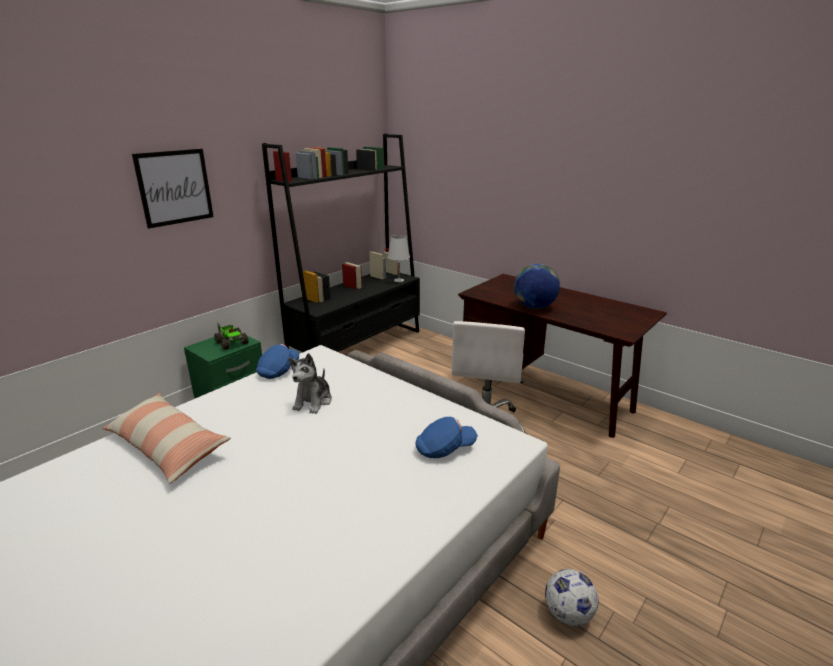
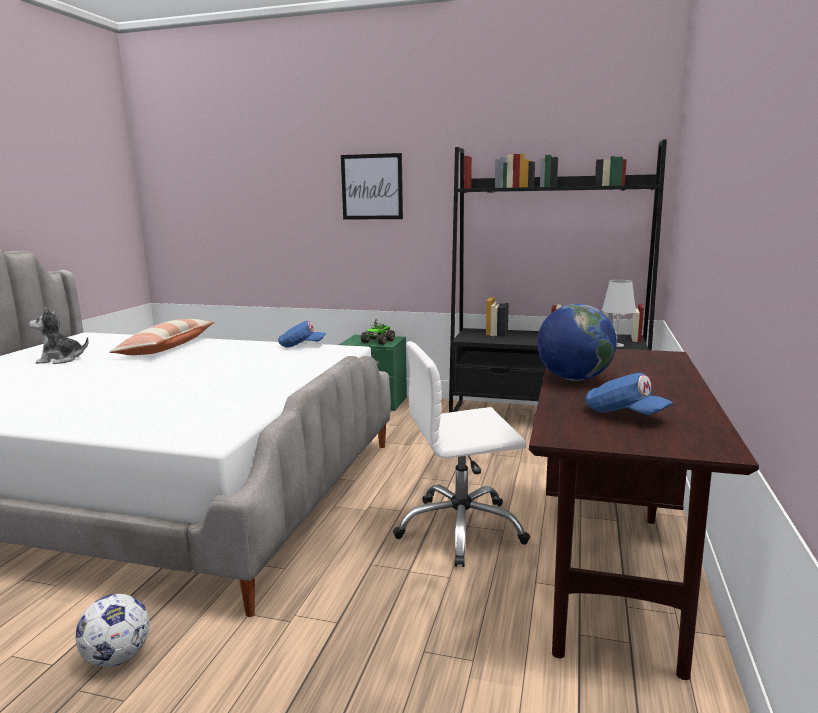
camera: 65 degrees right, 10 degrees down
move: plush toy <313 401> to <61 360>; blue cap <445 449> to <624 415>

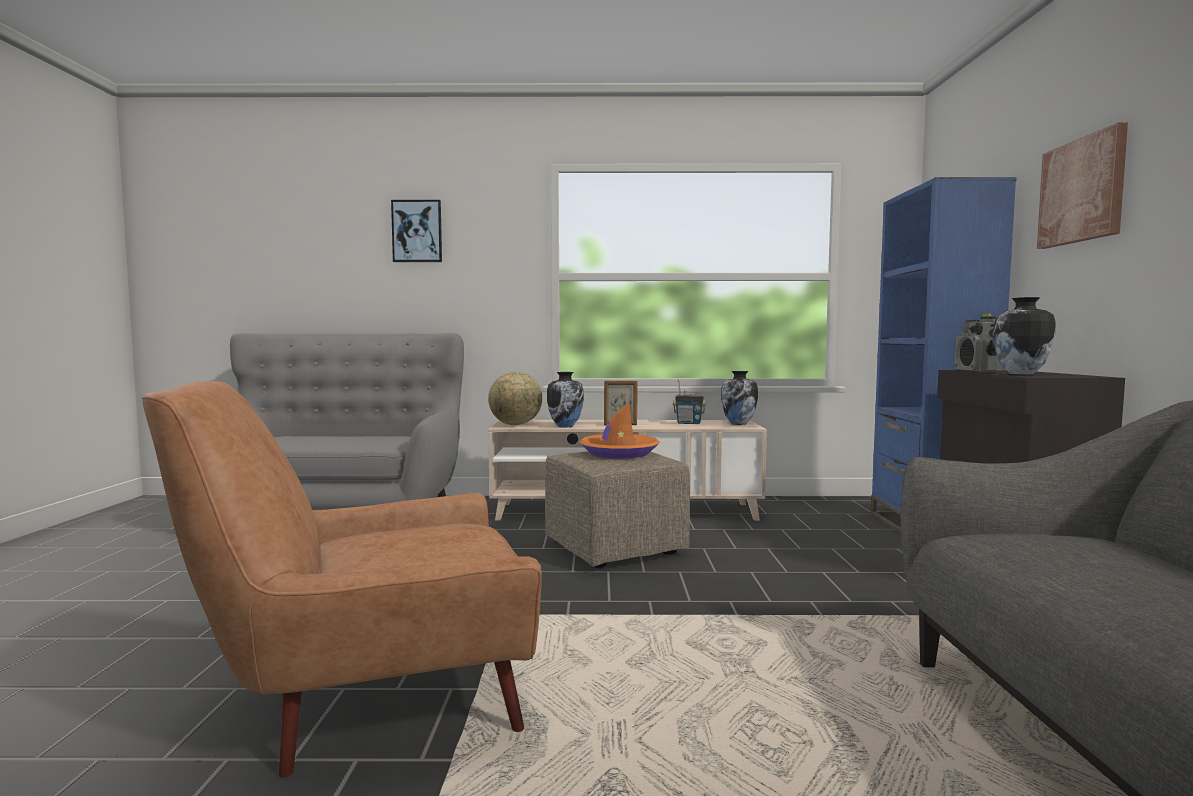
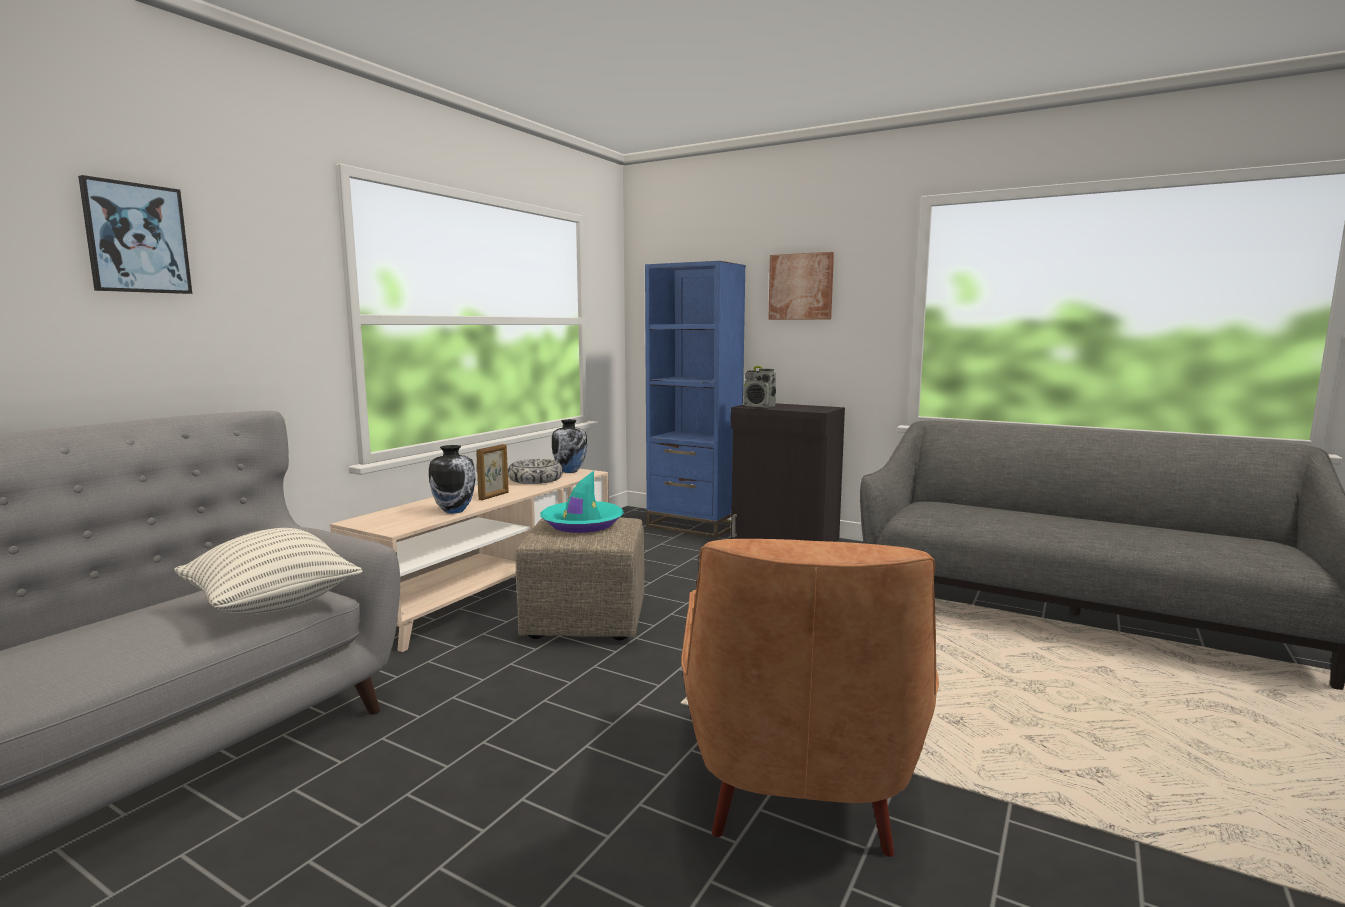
camera: 60 degrees left, 5 degrees up
delete: vase <1020 374>; globe <516 425>
insert: pillow <272 606>
replace: radio <688 423> to bowl <535 480>
recolor: orange hat <619 453> to turquoise hat <582 524>

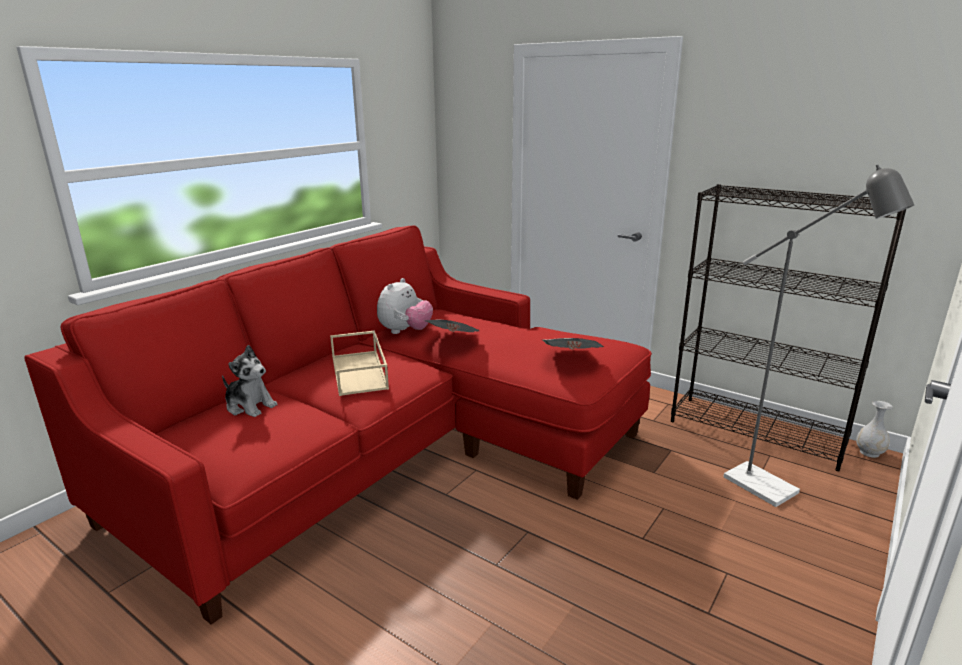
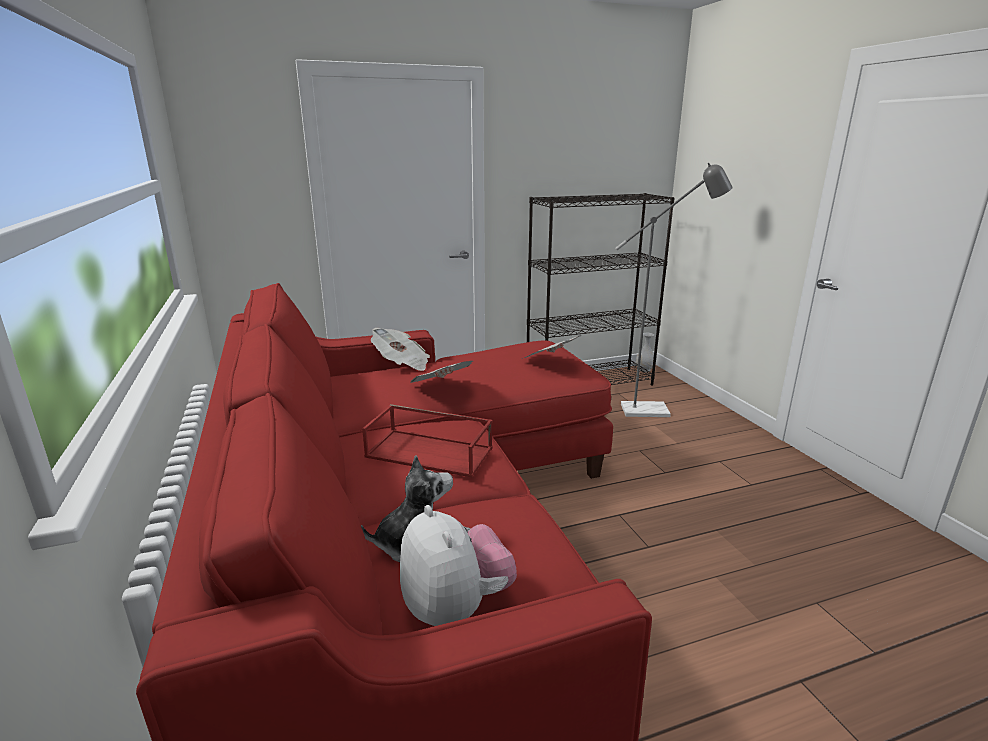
camera: 55 degrees left, 0 degrees up
insert: newspaper <402 364>
move: plush toy <405 332> to <456 607>
recolor: beige tray <360 373> to red tray <431 452>

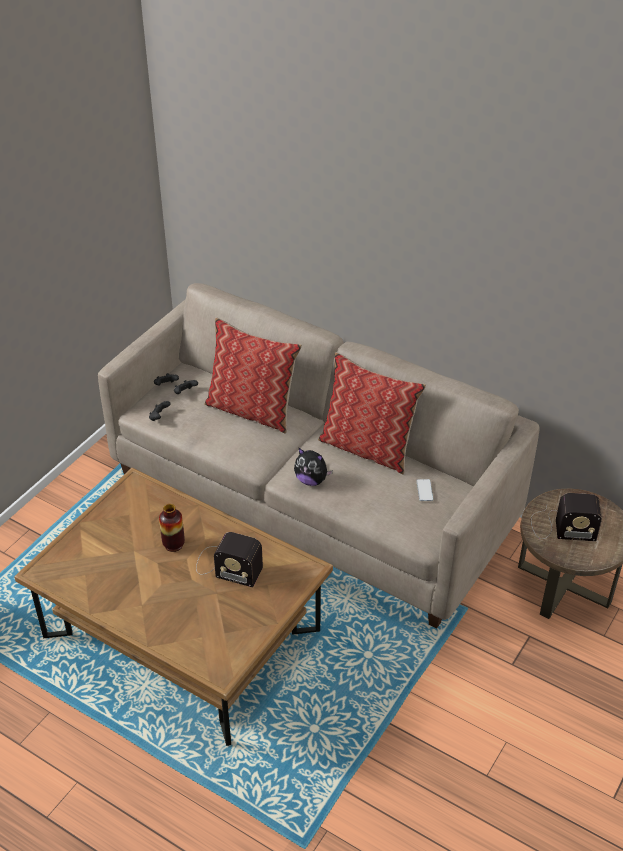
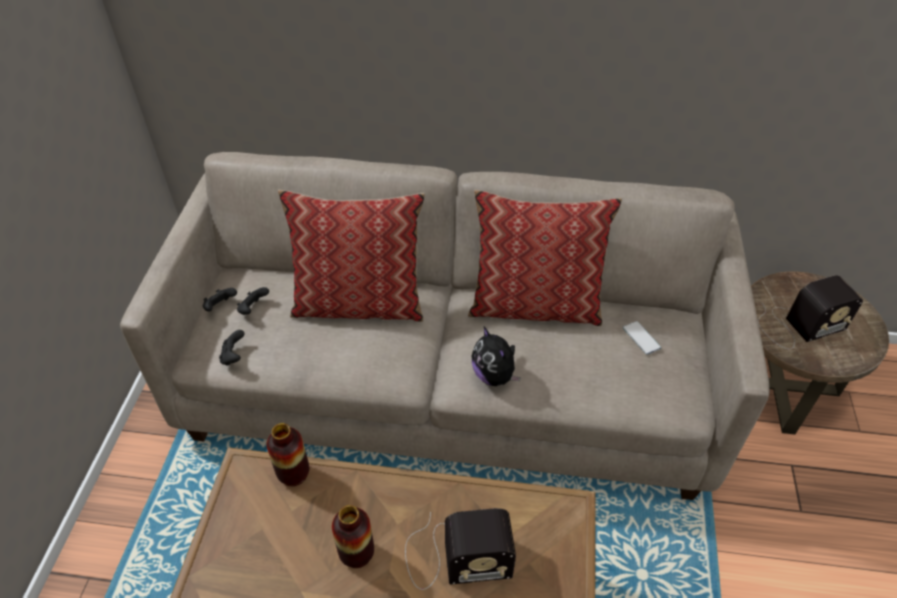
camera: 25 degrees left, 5 degrees up
insert: vase <294 474>
rotate: plush toy <311 480> = <494 375> 60 degrees clockwise

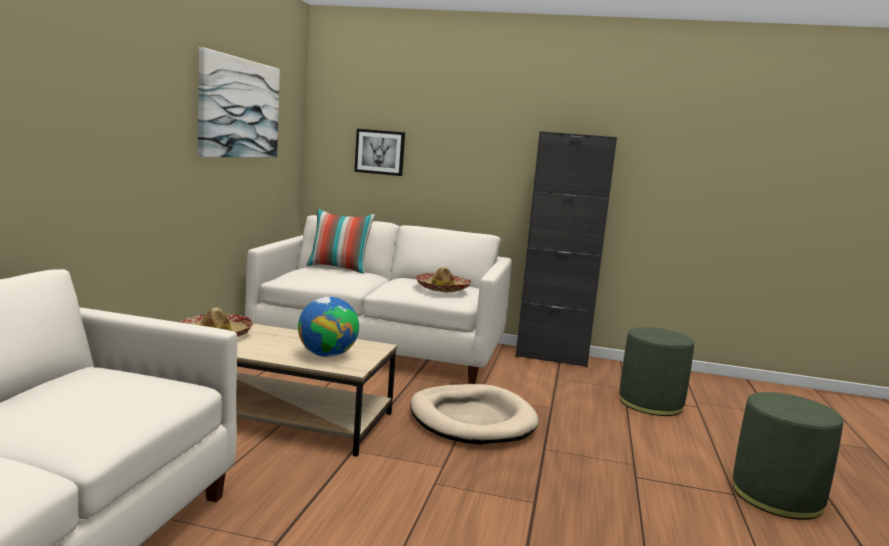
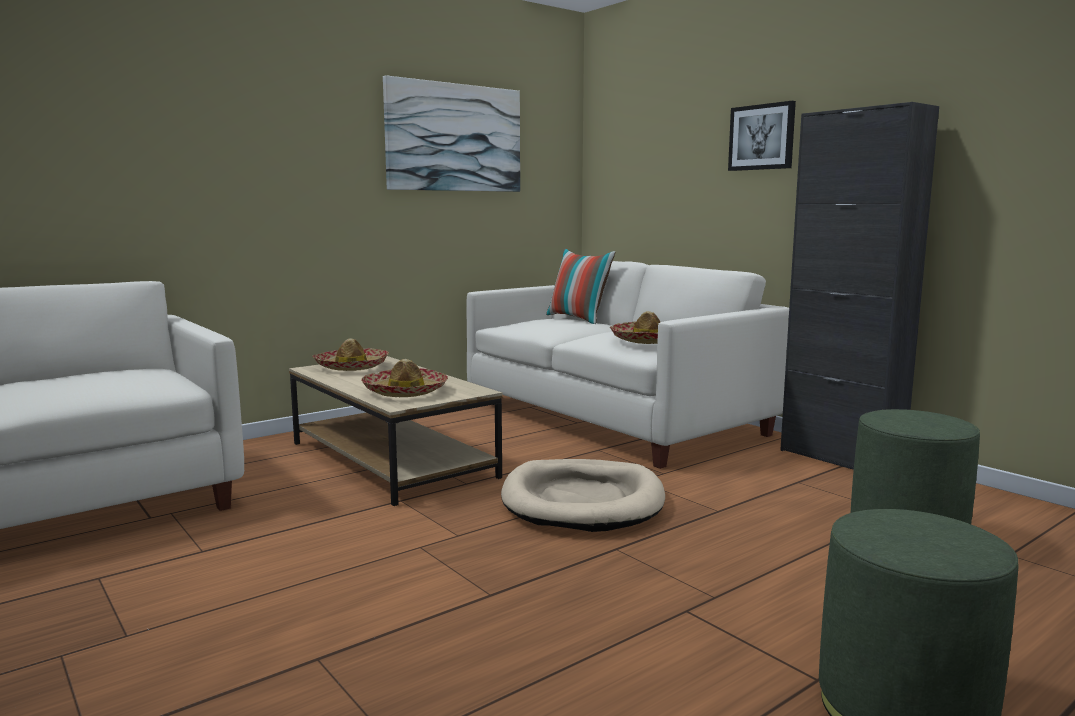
camera: 40 degrees right, 0 degrees up
move: picture <380 152> to <762 137>
replace: globe <327 355> to hat <405 392>

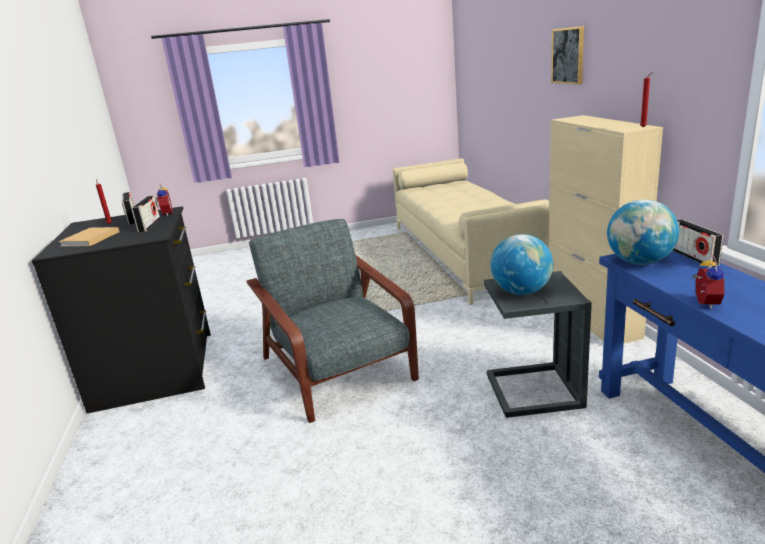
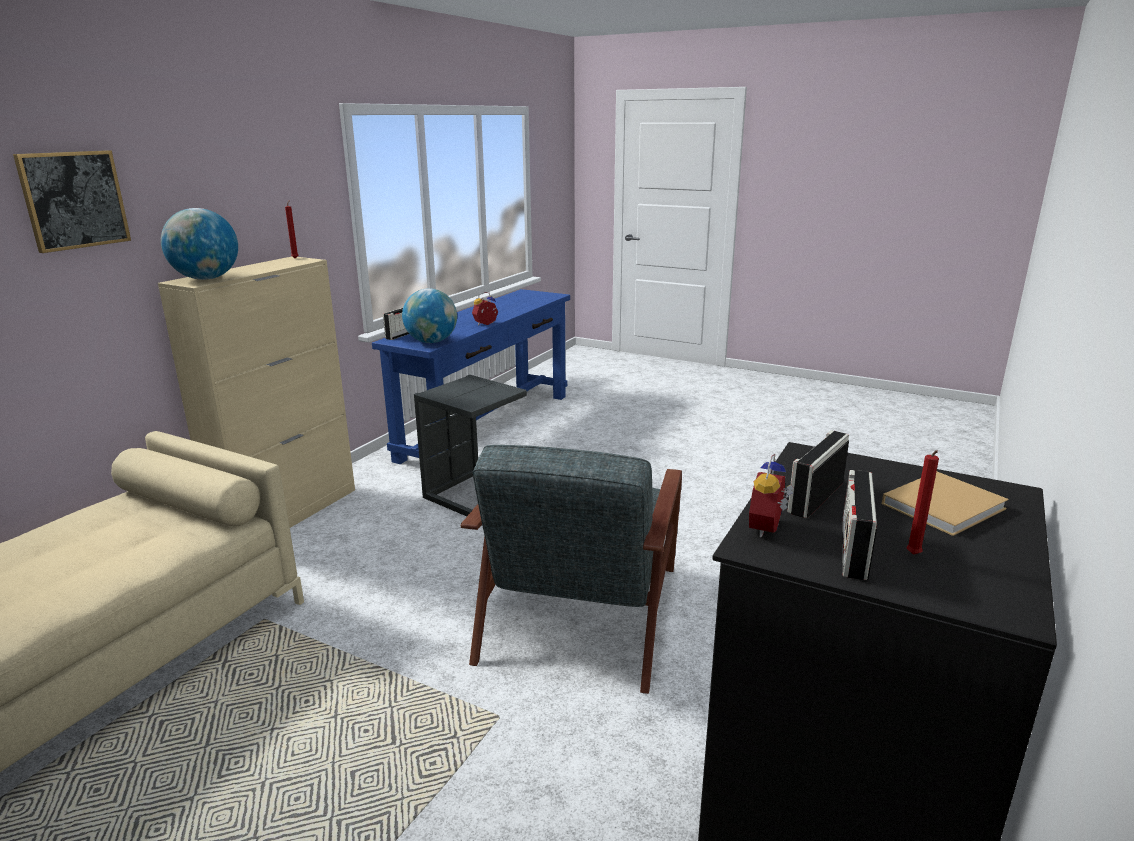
camera: 140 degrees left, 0 degrees up
move: globe <521 292> to <206 279>

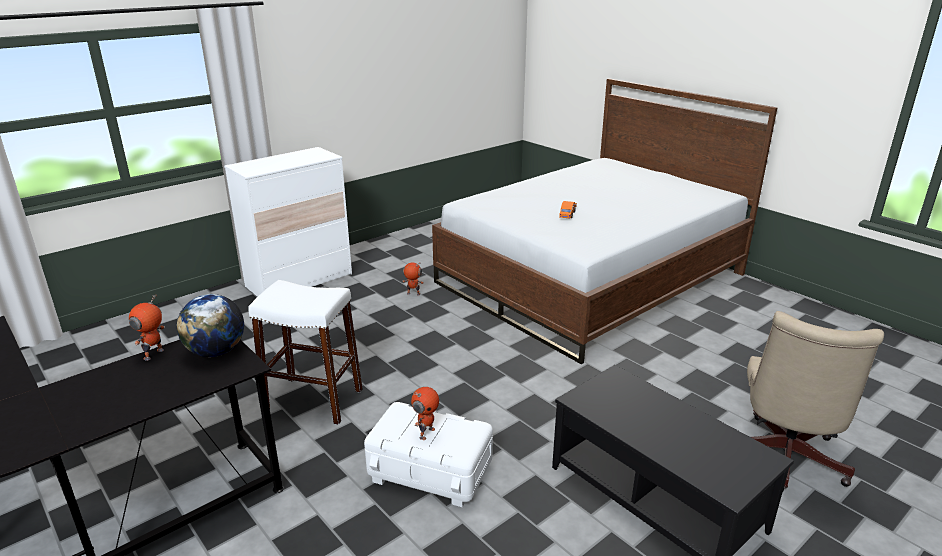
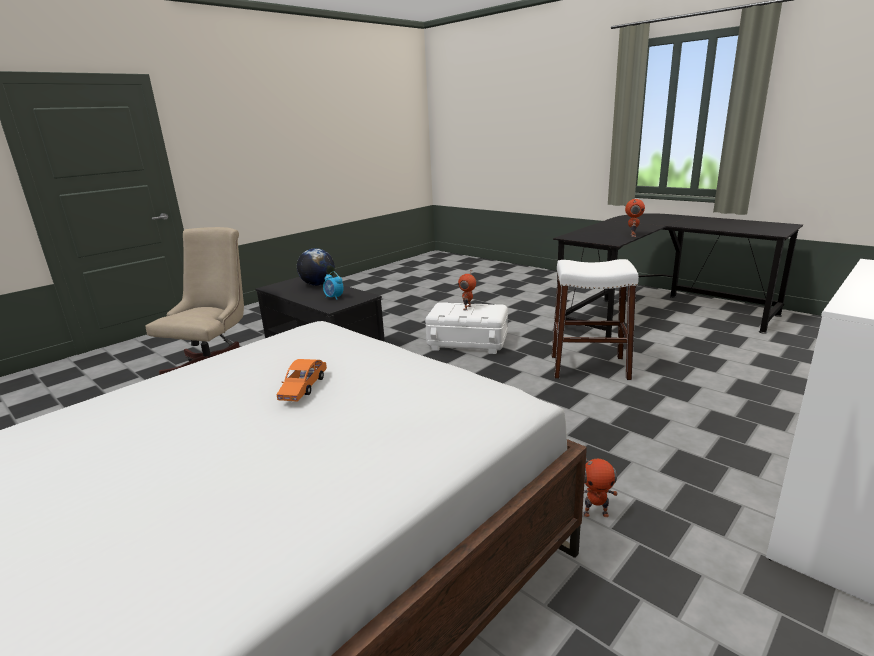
camera: 175 degrees right, 5 degrees down
insert: alarm clock <334 298>
move: globe <216 352> to <318 284>

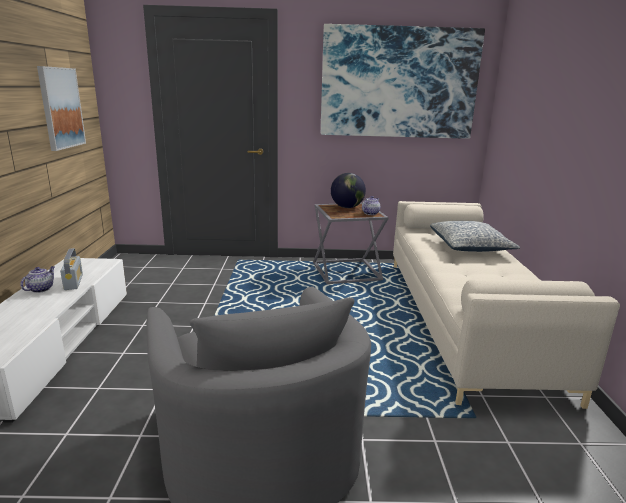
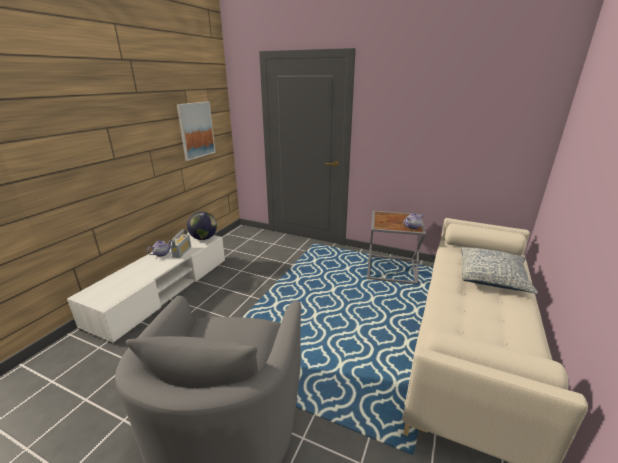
camera: 25 degrees right, 5 degrees up
delete: picture <398 83>
move: globe <347 207> to <204 238>

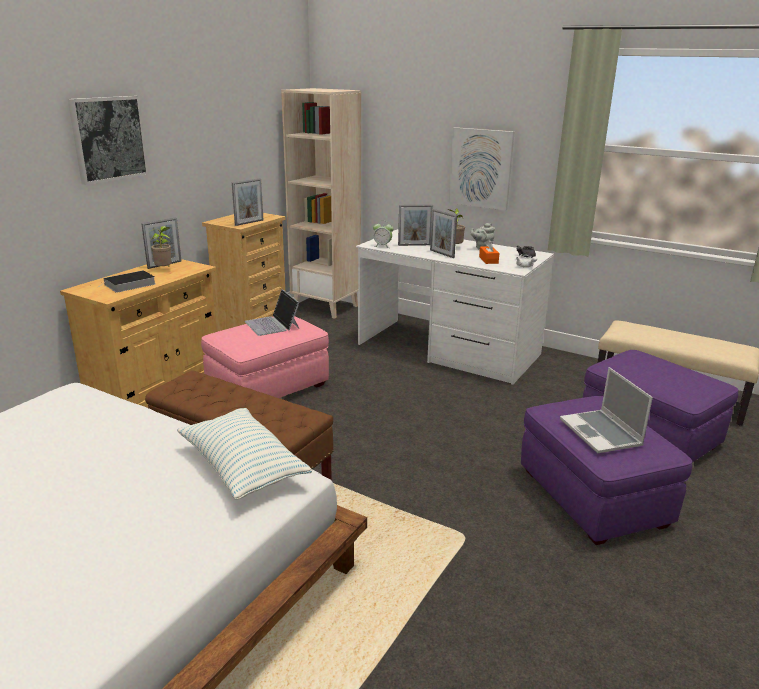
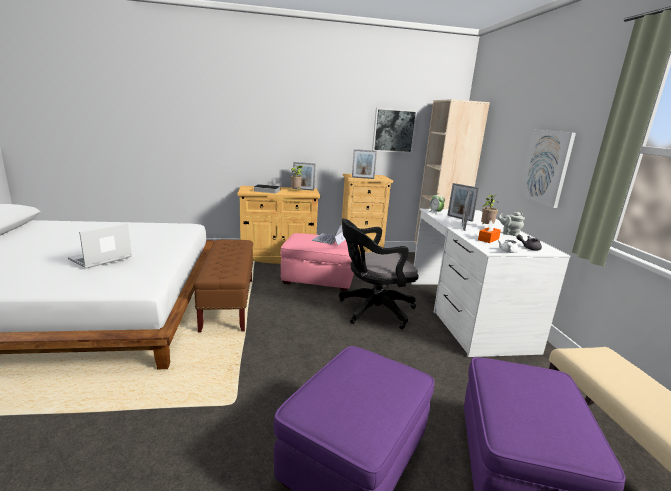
camera: 50 degrees right, 5 degrees down
delete: pillow <242 467>
insert: black office chair <372 310>
move: picture <109 139> to <394 130>; laptop <601 433> to <100 259>

